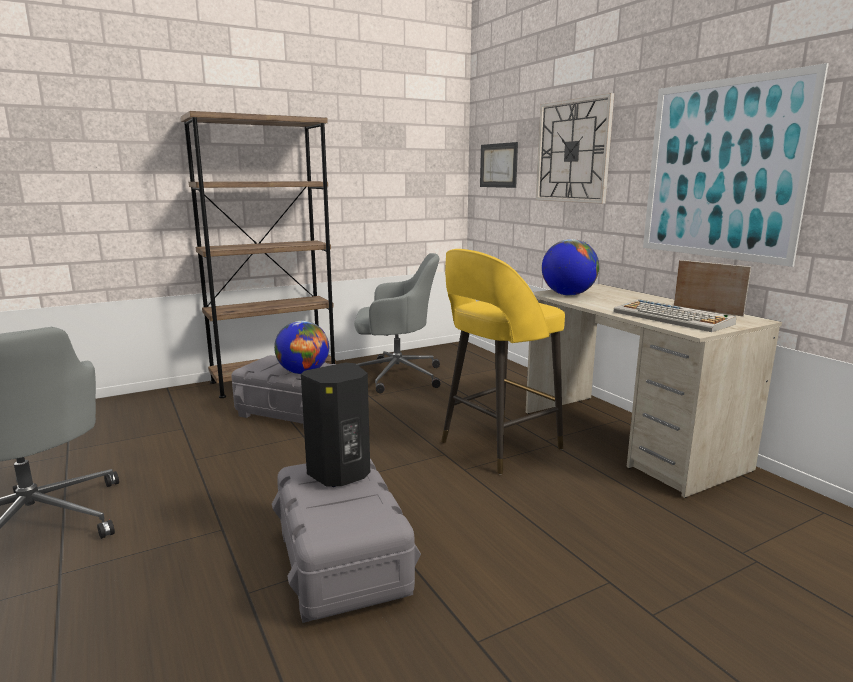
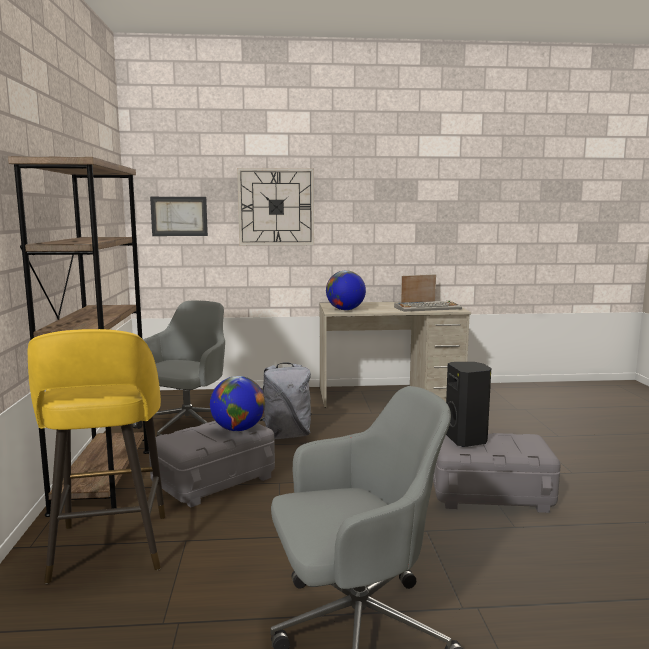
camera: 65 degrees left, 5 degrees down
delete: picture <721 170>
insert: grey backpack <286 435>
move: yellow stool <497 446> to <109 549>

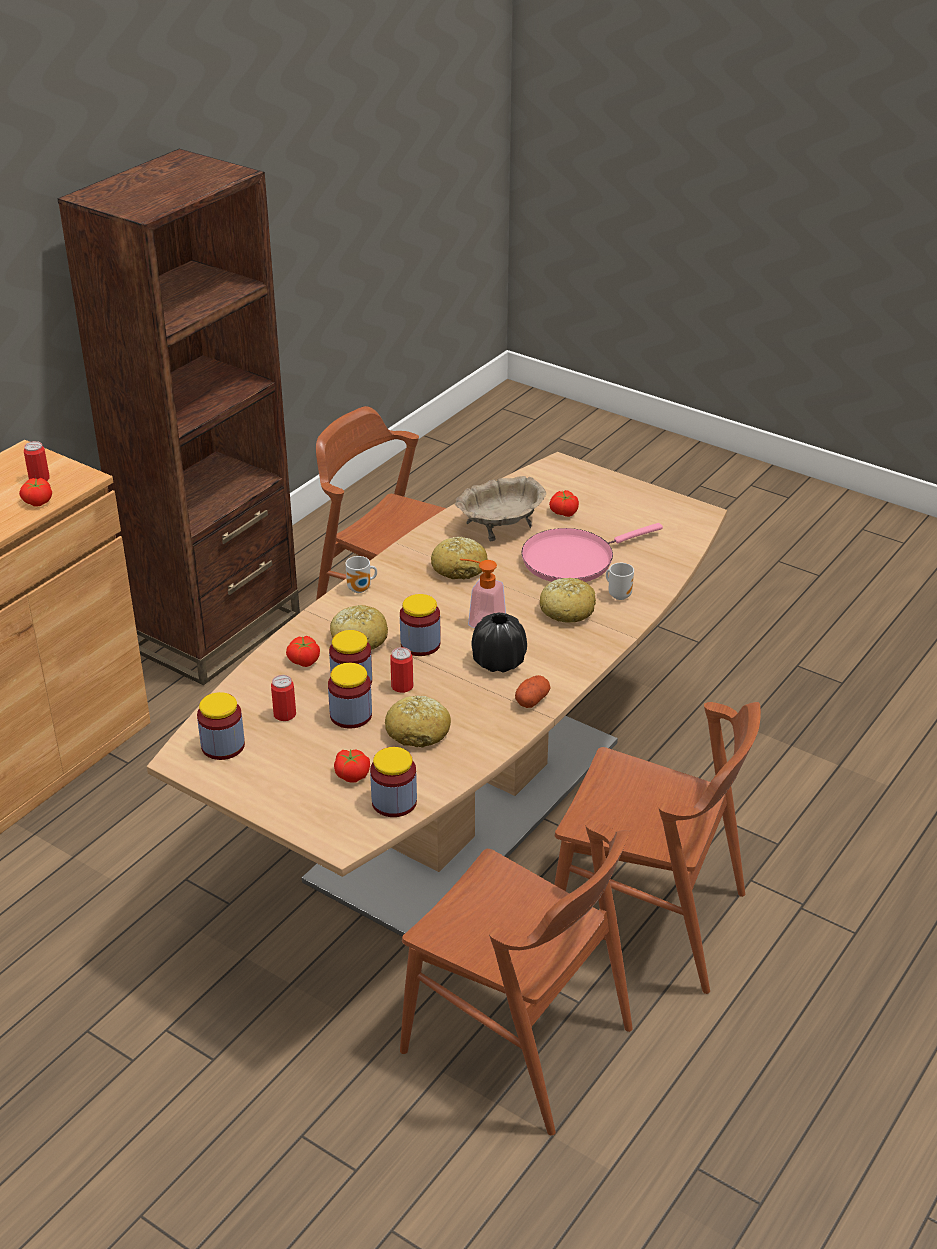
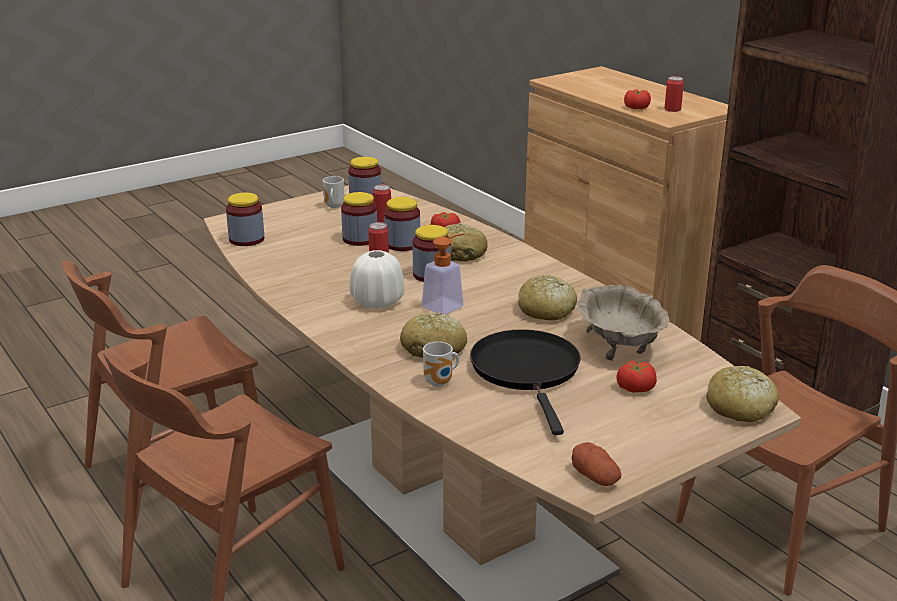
camera: 110 degrees right, 10 degrees down
delete: tomato <352 774>
move: mug <361 589> to <333 206>; potato <532 699> to <595 477>; bread <418 731> to <740 407>
recolor: pink frying pan <573 559> to black frying pan <527 371>; black vase <498 662> to white vase <377 301>

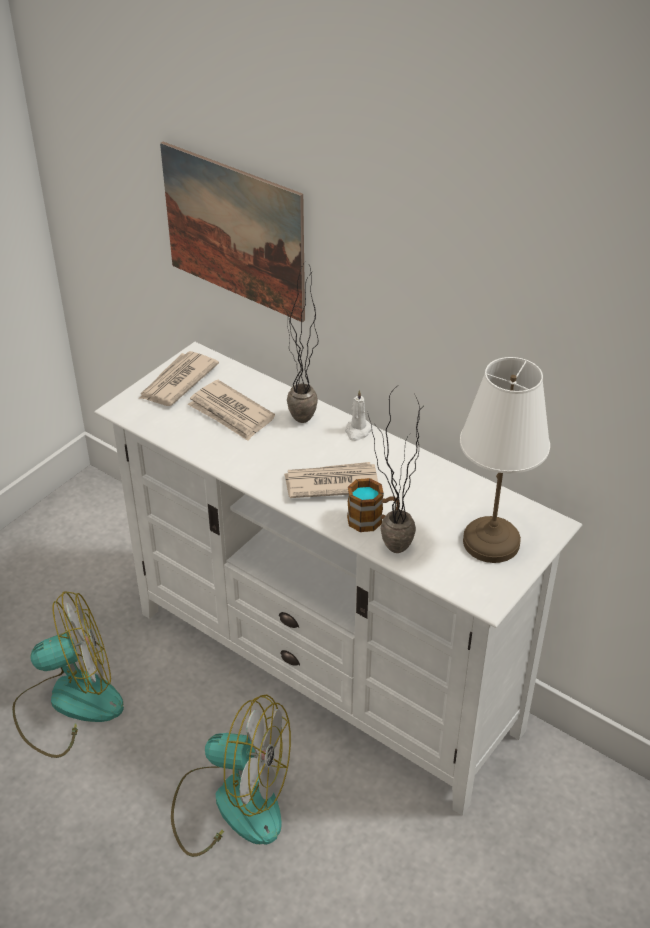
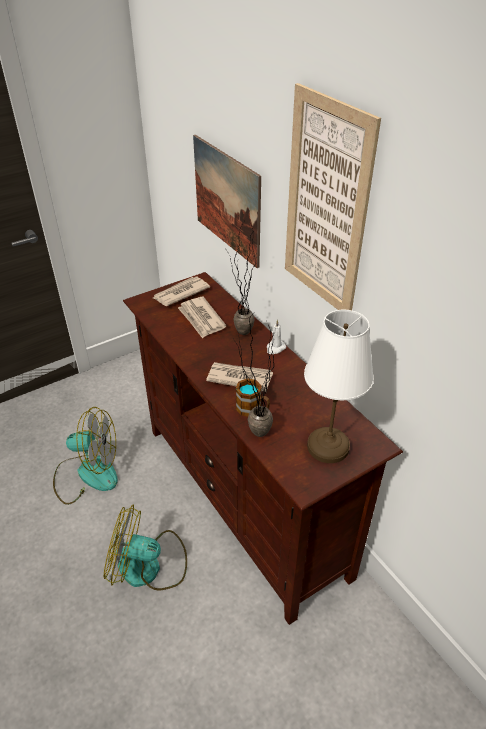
camera: 20 degrees right, 0 degrees up
insert: picture <326 206>
recolor: white tv stand <327 669> to brown tv stand <244 498>
rotate: fan <231 803> = <149 566> 150 degrees clockwise

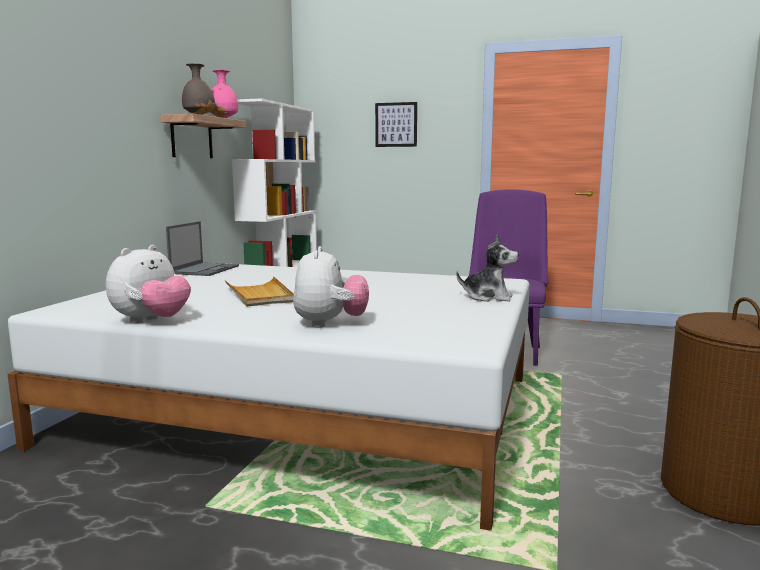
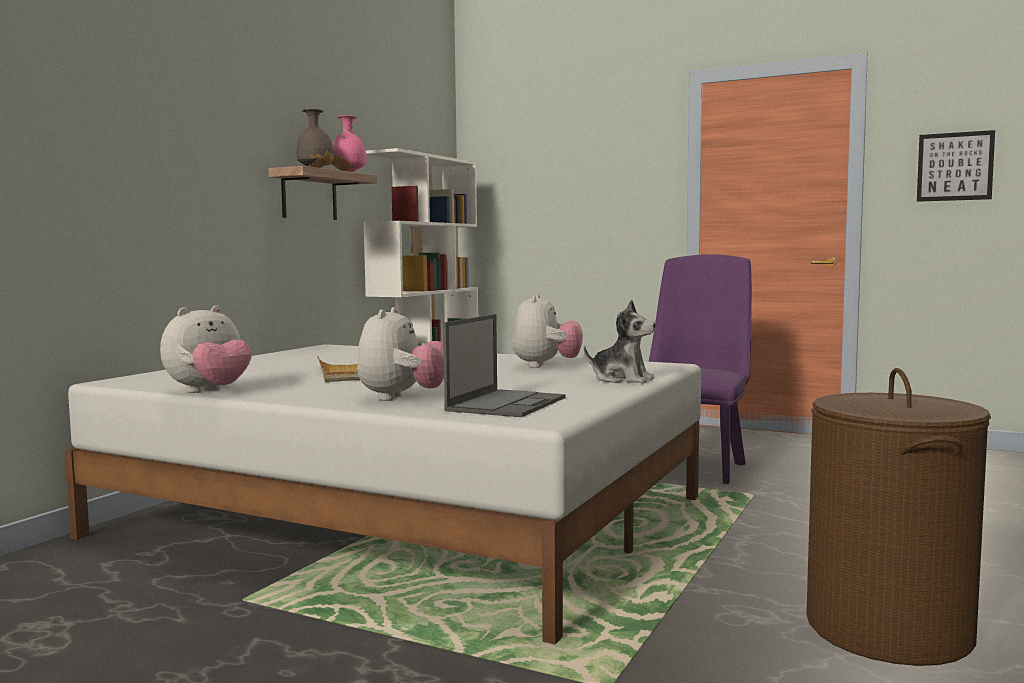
camera: 10 degrees right, 5 degrees down
insert: plush toy <546 366>
move: picture <396 124> to <955 166>; laptop <205 269> to <507 404>

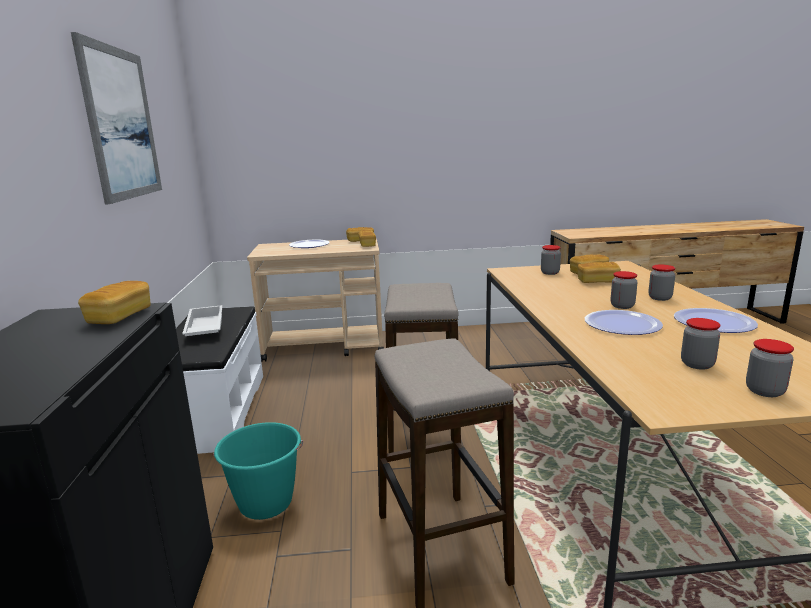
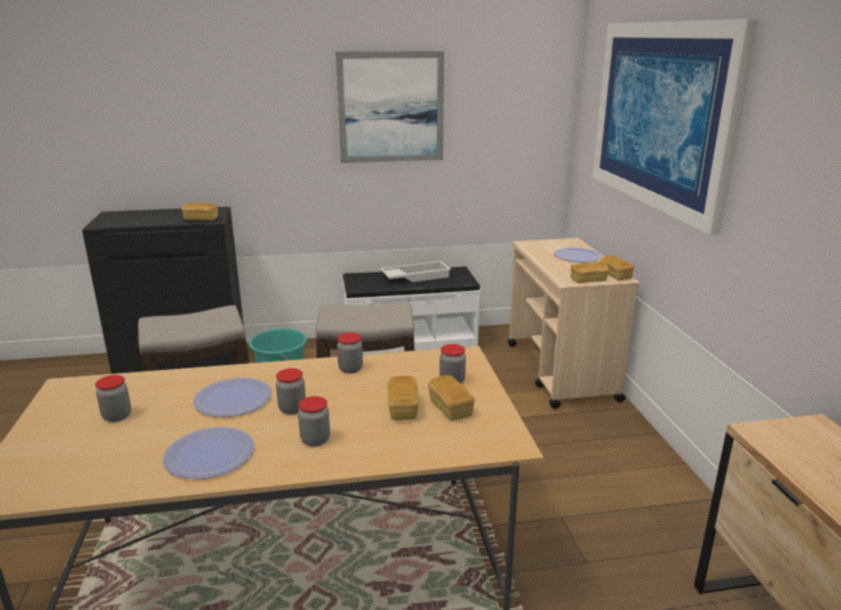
camera: 85 degrees right, 5 degrees up
insert: picture <661 116>
move: jar <764 391> to <350 369>

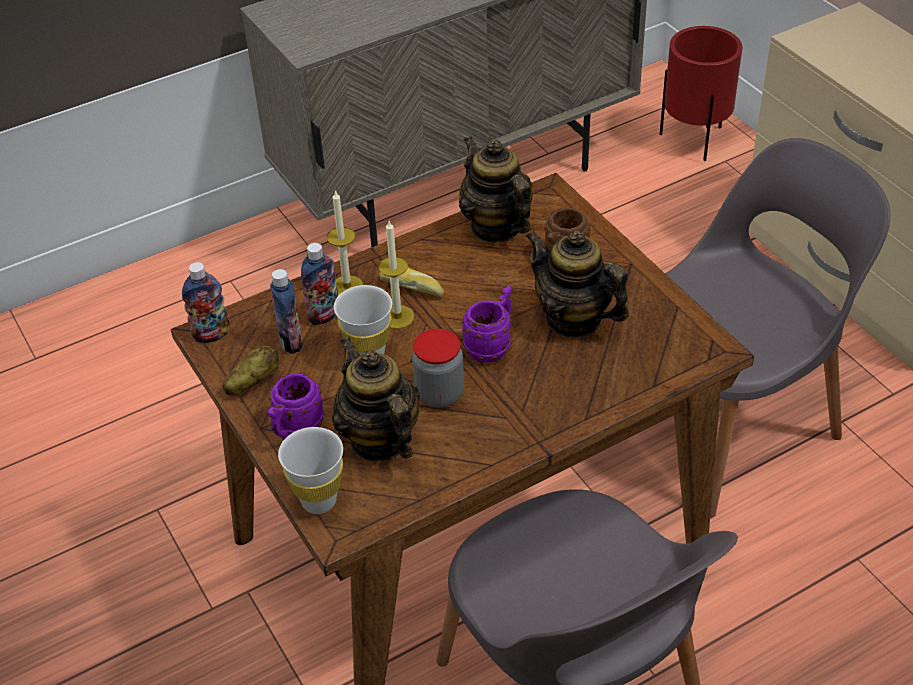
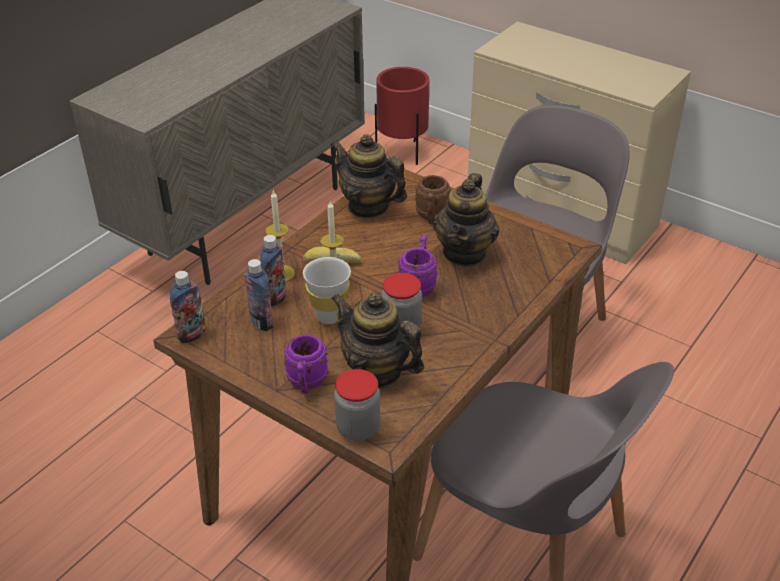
camera: 25 degrees left, 5 degrees down
delete: potato <253 382>
replace: white cup <319 501> to jar <358 428>
rotate: teapot <573 319> = <465 253> 90 degrees counterclockwise

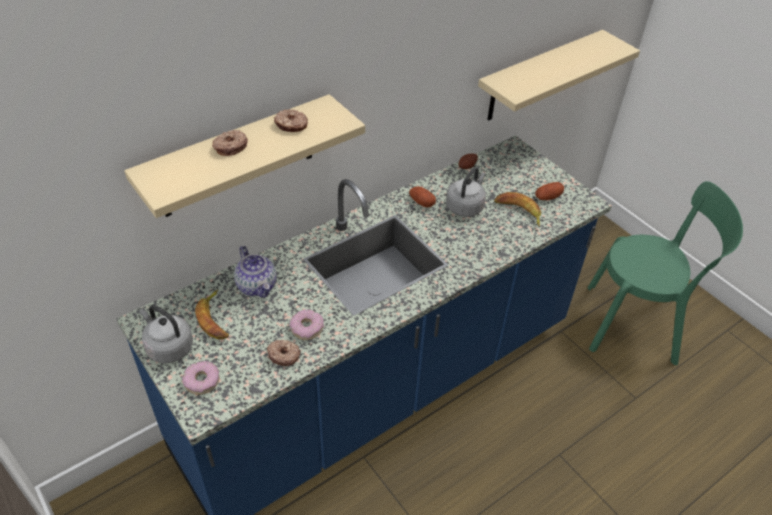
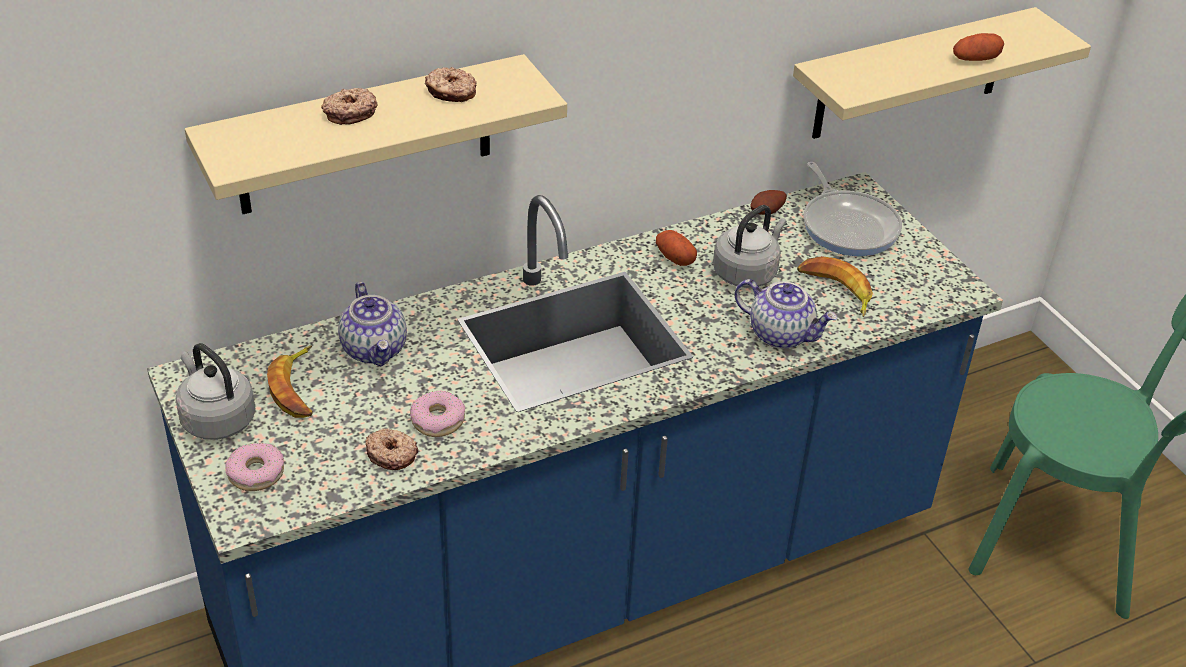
camera: 10 degrees right, 5 degrees down
insert: frying pan <848 225>; teapot <781 334>
move: potato <548 197> to <975 59>

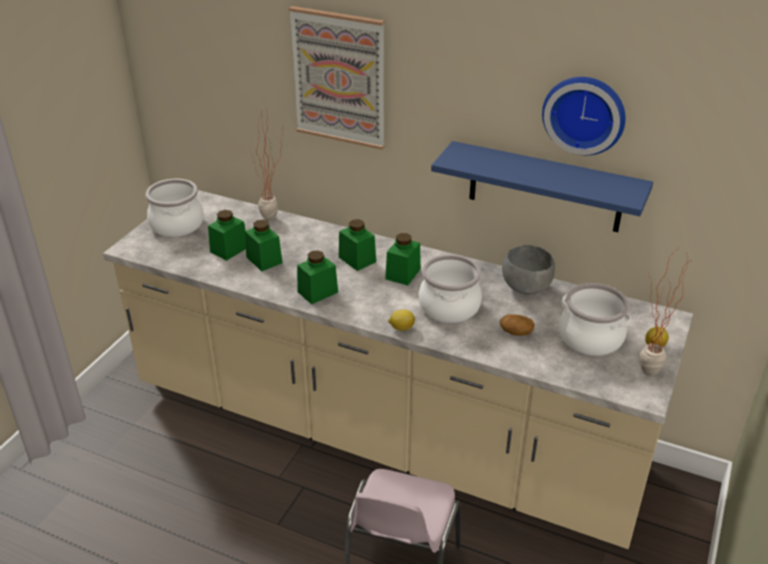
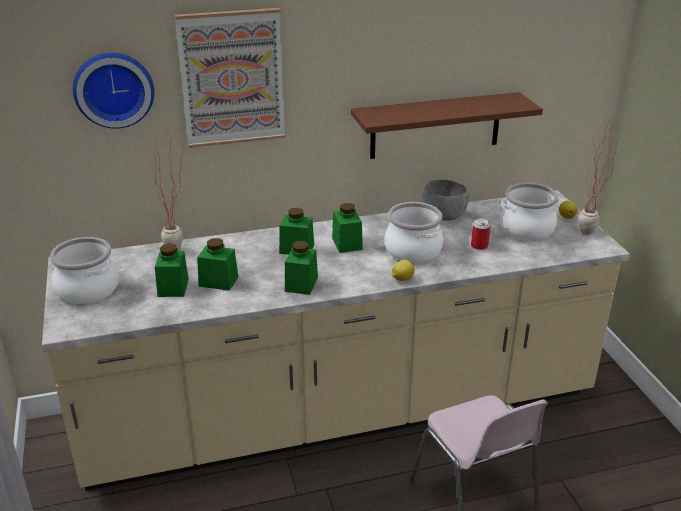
camera: 40 degrees left, 5 degrees down
move: wall clock <585 113> to <113 88>
replace: potato <516 332> to can <479 246>
recolor: blue shelf <545 187> to brown shelf <435 125>

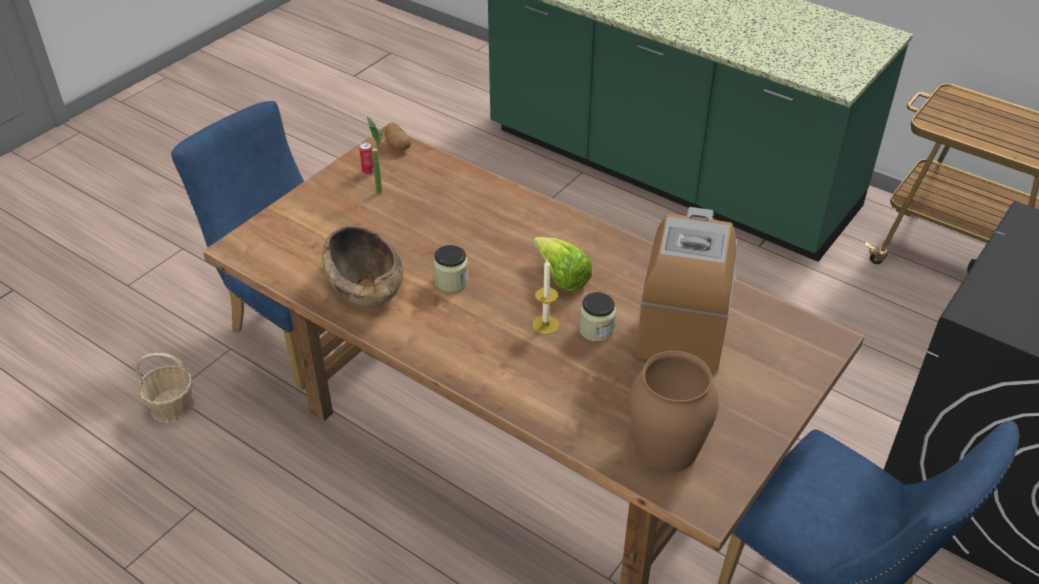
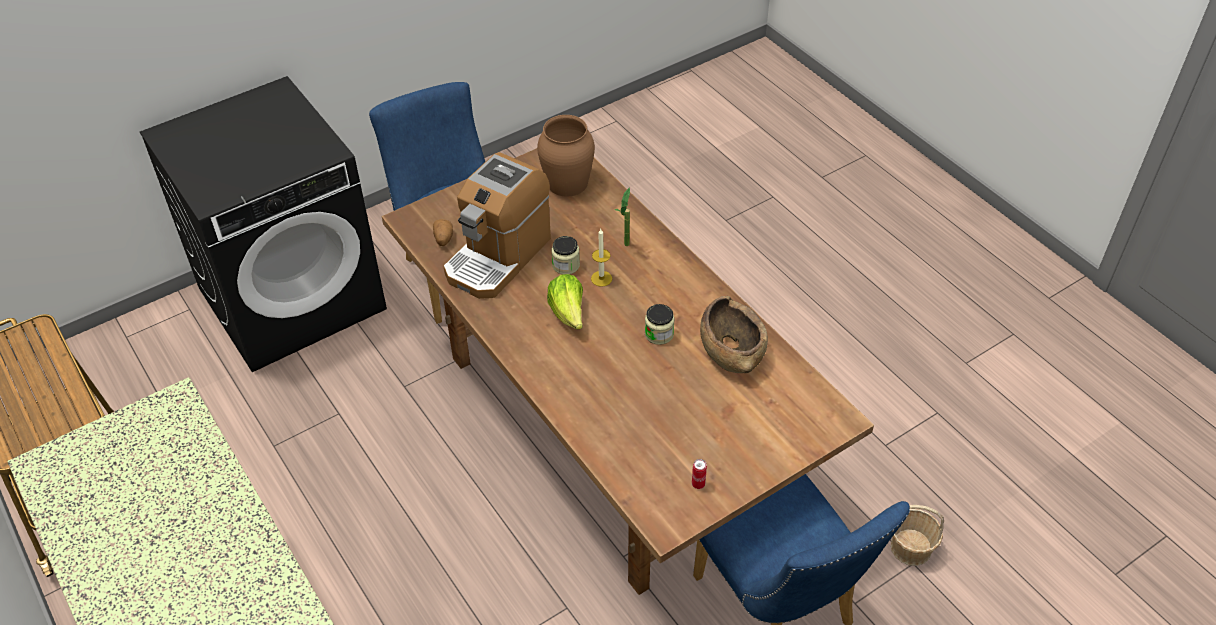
camera: 160 degrees left, 5 degrees up
move: potted plant <379 188> to <625 248>; potato <397 145> to <443 239>

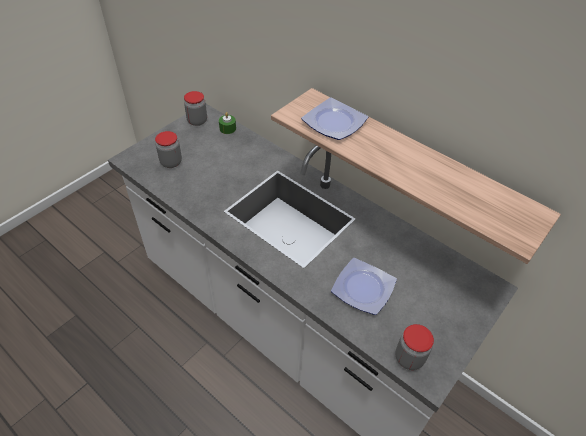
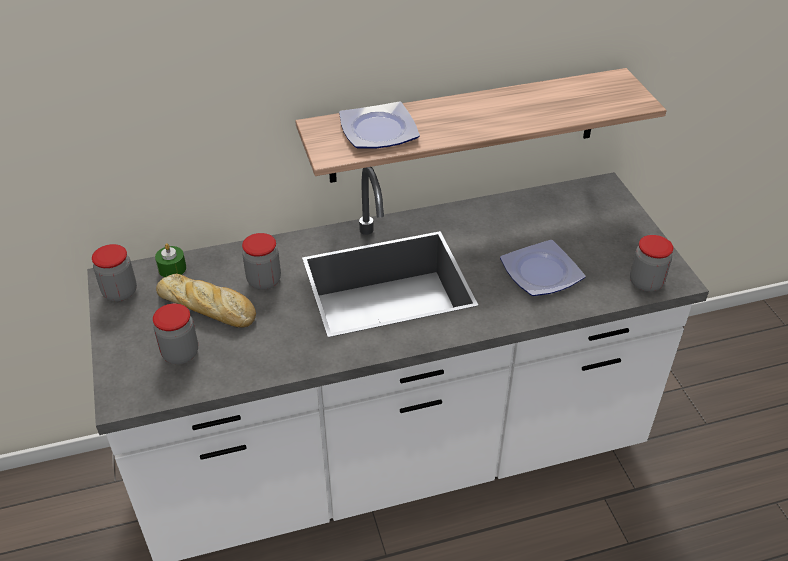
camera: 55 degrees left, 5 degrees down
insert: jar <264 281>; bread <208 307>

